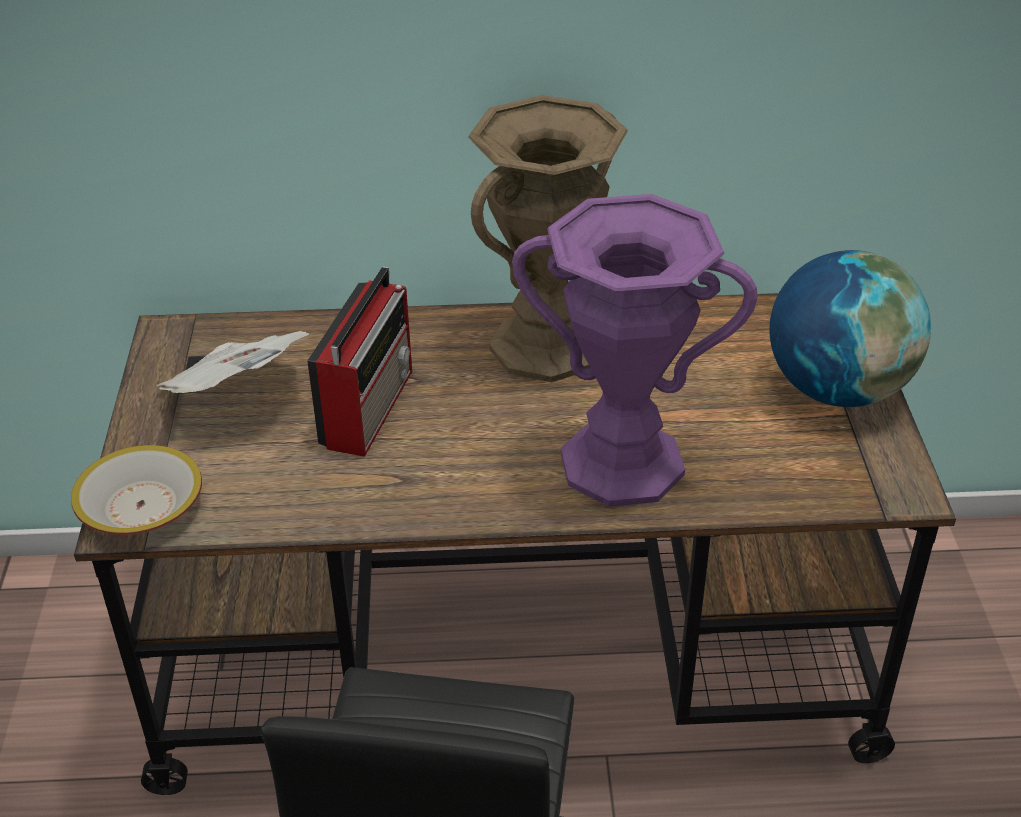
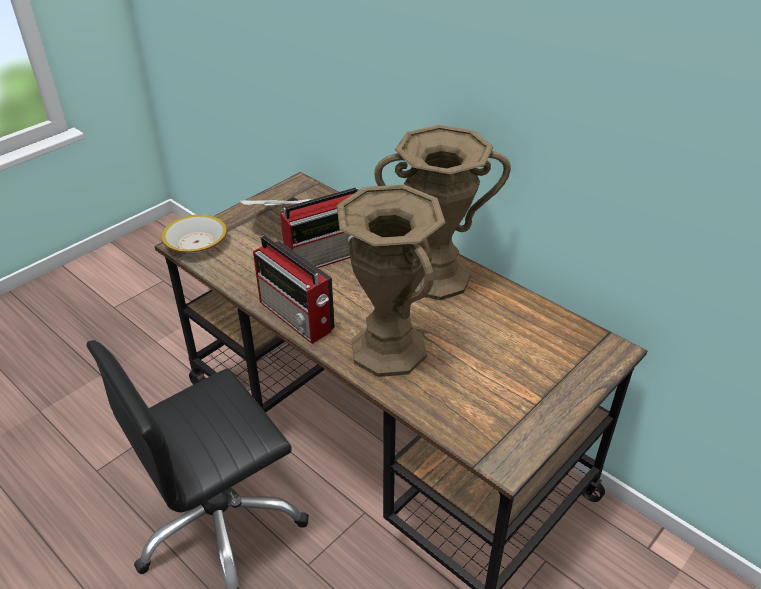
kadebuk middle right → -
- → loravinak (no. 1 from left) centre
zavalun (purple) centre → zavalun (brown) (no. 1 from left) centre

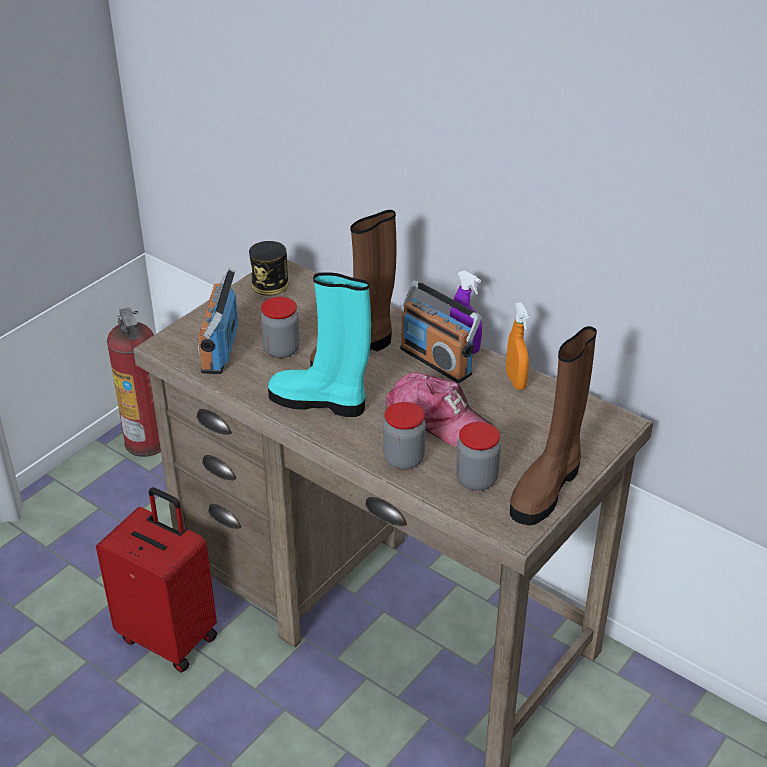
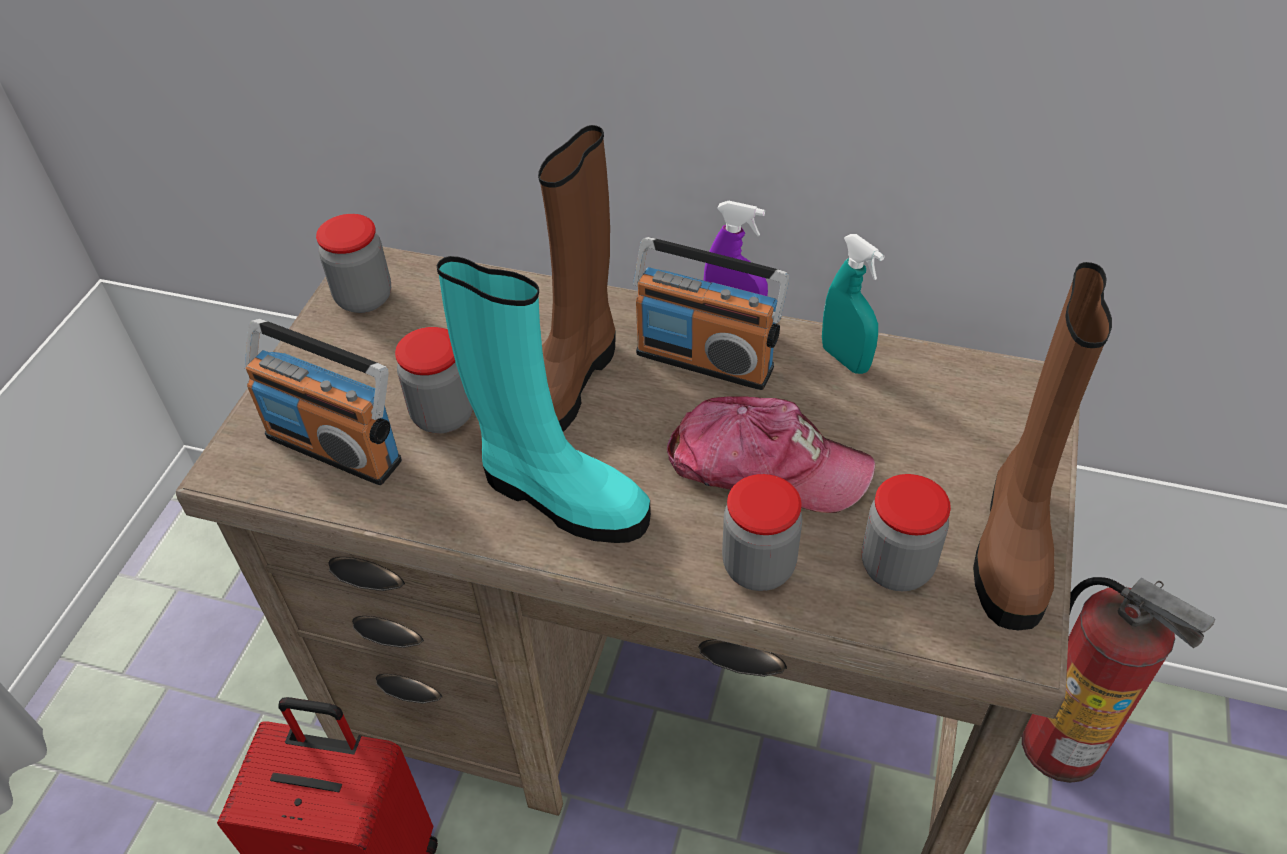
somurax middle left → somurax bottom right, relocated
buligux centre → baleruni (no. 1 from left) top left
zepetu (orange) middle right → zepetu (turquoise) centre
loravinak (no. 1 from left) middle left, 45 degrees counterclockwise
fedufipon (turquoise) centre, 150 degrees counterclockwise

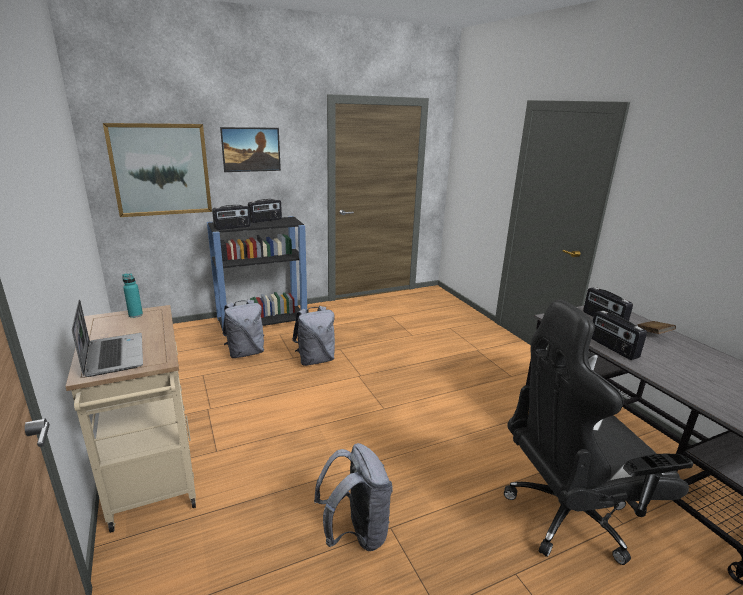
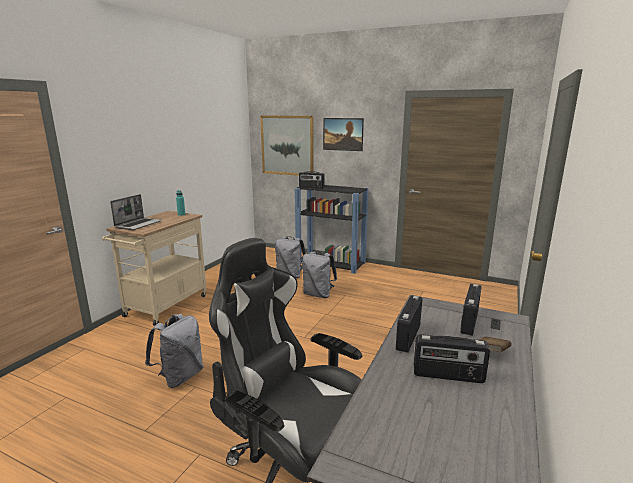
loravinak (no. 2 from left in the first image) centre → loravinak (no. 3 from left) bottom right, relocated

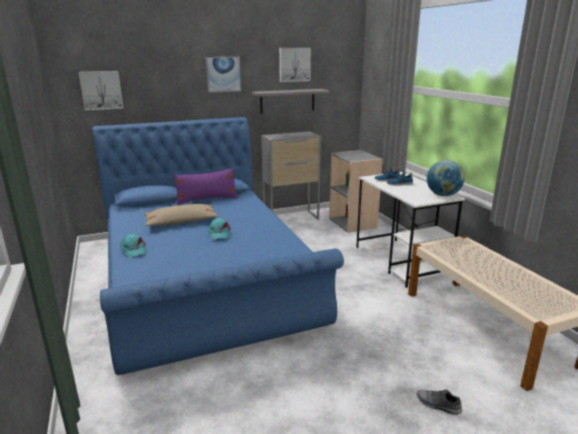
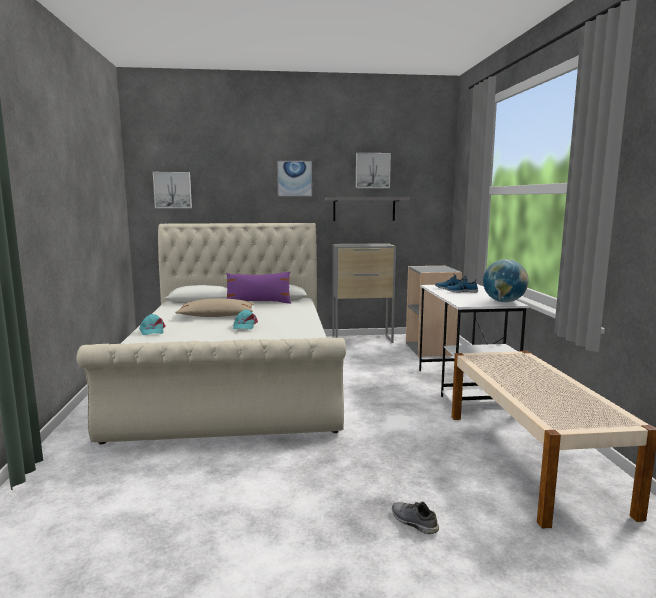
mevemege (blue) centre → mevemege (beige) middle left

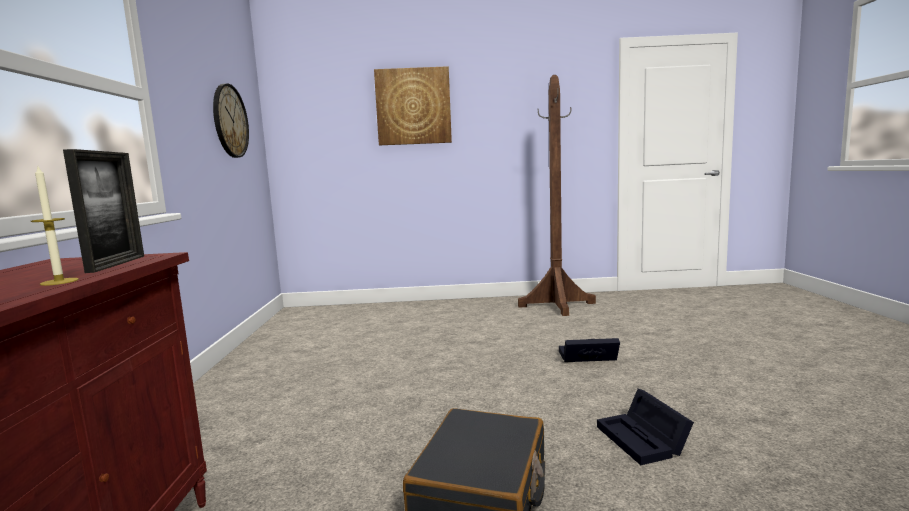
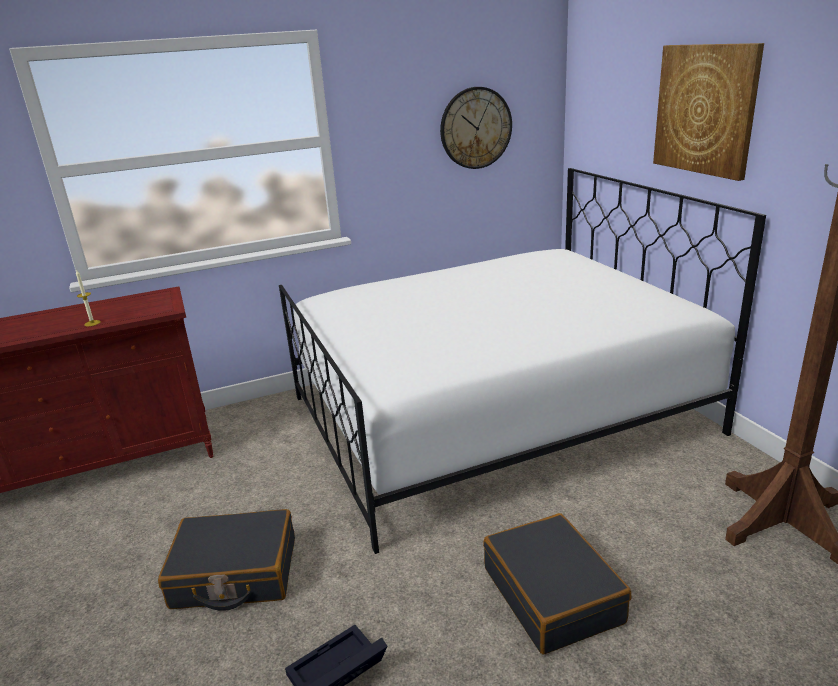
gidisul middle left → -
- → mevemege (white) centre
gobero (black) (no. 1 from left) bottom centre → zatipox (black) (no. 2 from left) bottom centre

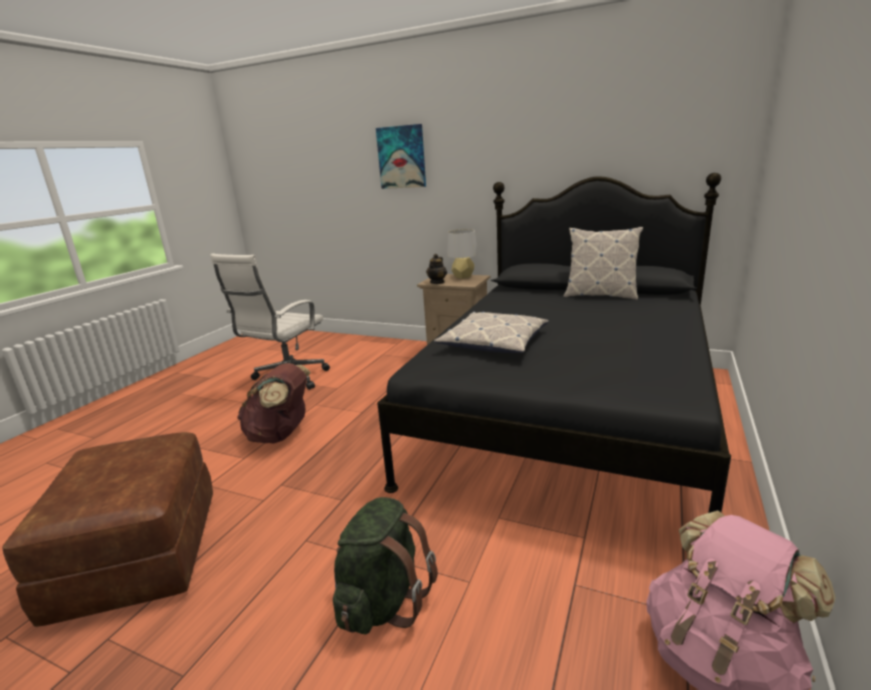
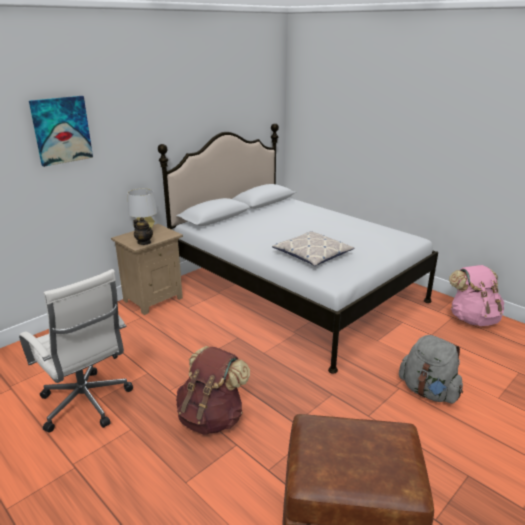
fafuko (no. 2 from left) middle right → -
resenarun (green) bottom centre → resenarun (grey) bottom right
mevemege (black) centre → mevemege (white) centre

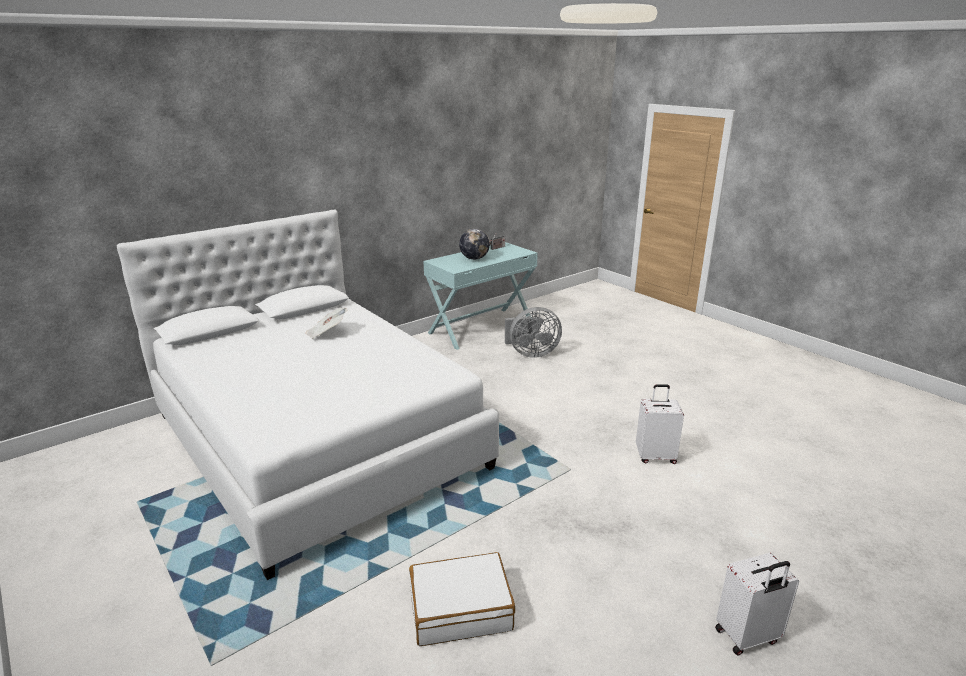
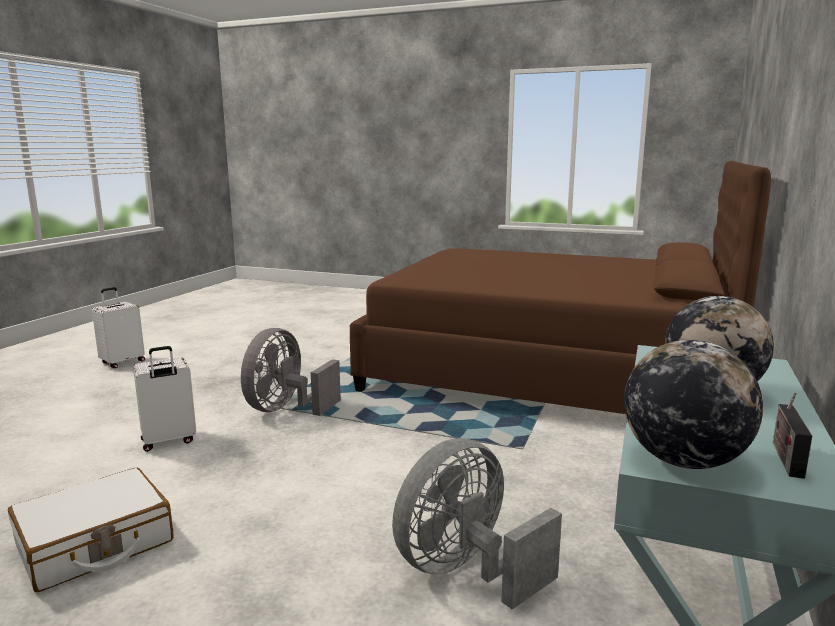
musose centre → -
- → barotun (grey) (no. 1 from left) centre
- → kadebuk (no. 1 from left) middle right
zatipox (white) (no. 1 from left) bottom centre → zatipox (white) (no. 1 from left) bottom left, relocated
mevemege (white) middle left → mevemege (brown) middle right

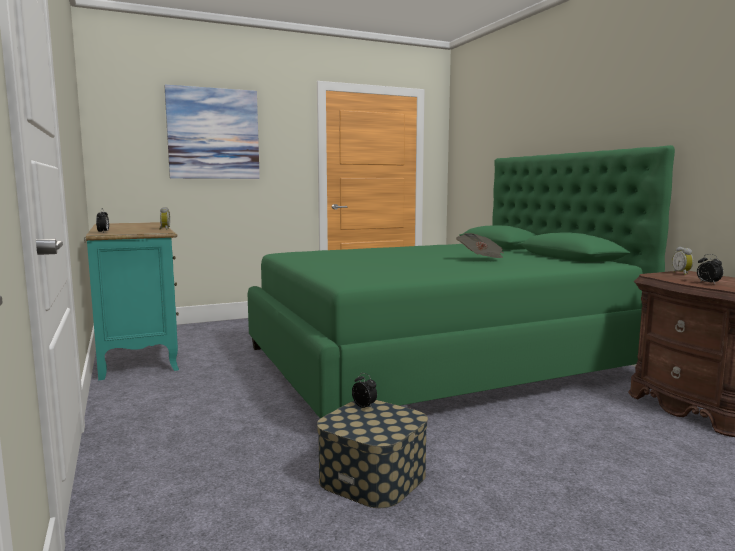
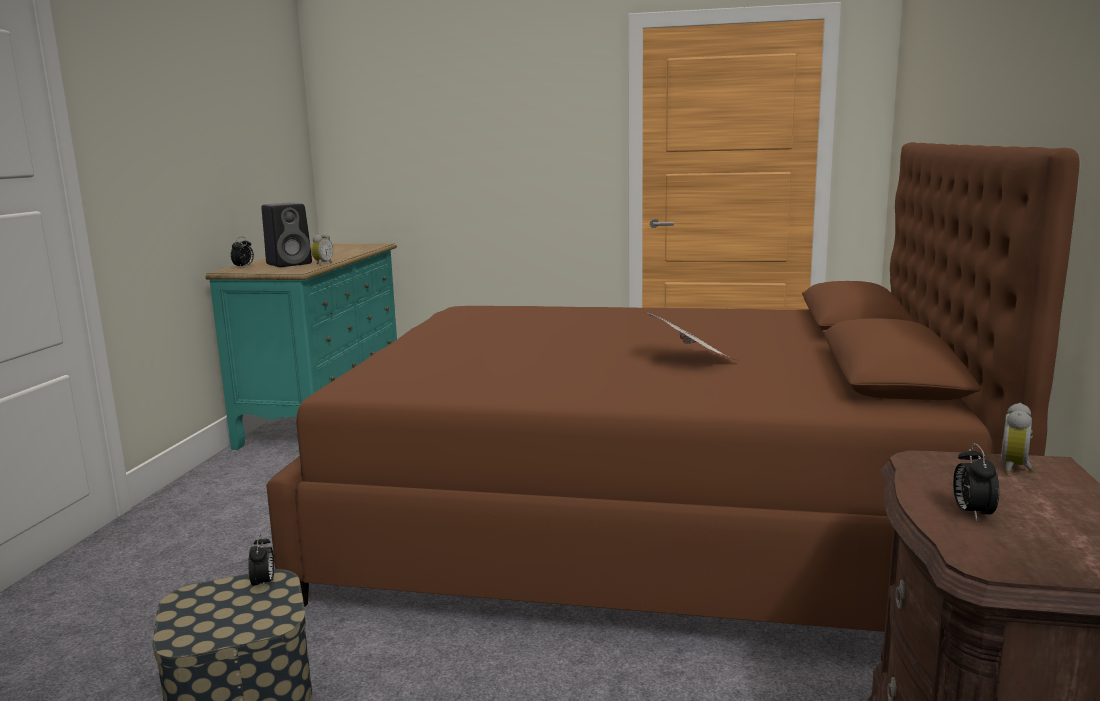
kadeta top left → -
- → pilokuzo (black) middle left
mevemege (green) centre → mevemege (brown) centre

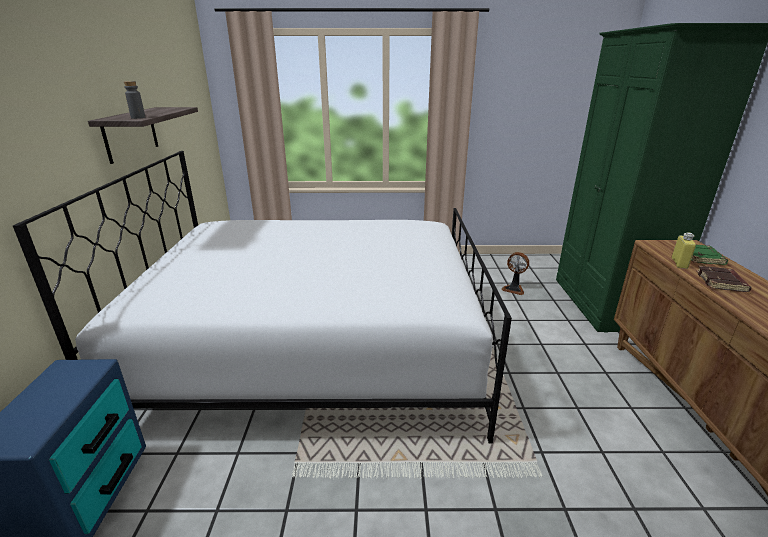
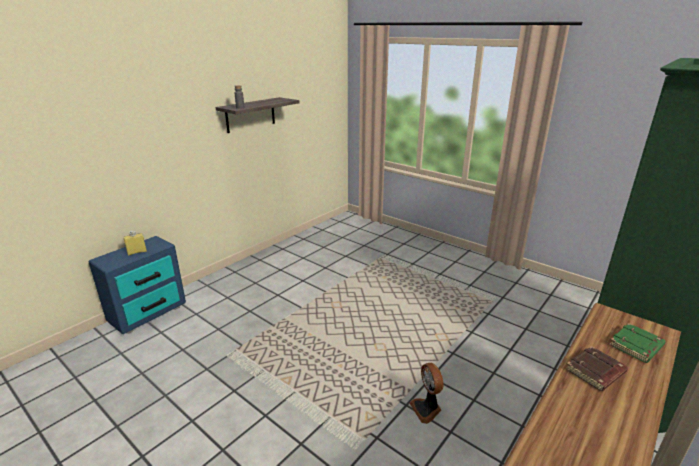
mevemege (white) centre → -
barotun middle right → barotun bottom centre, relocated
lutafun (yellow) middle right → lutafun (yellow) middle left, relocated

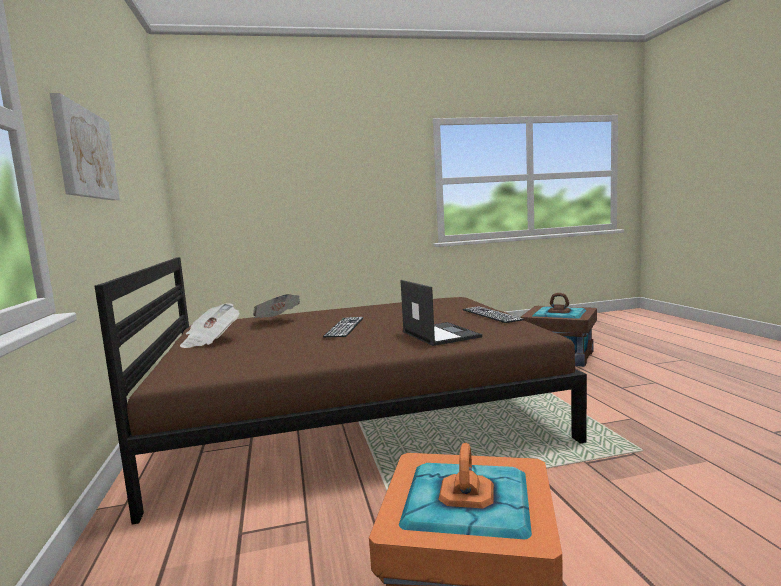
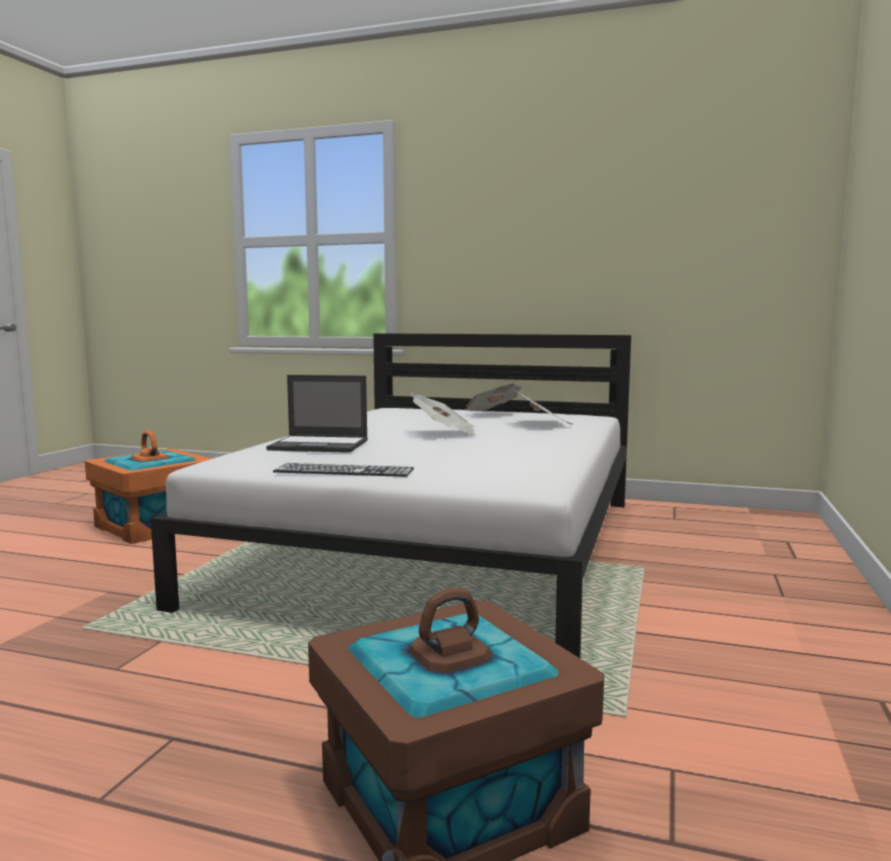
kadeta top left → -
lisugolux (no. 1 from left) centre → musose (no. 1 from left) centre
mevemege (brown) bottom centre → mevemege (white) centre

